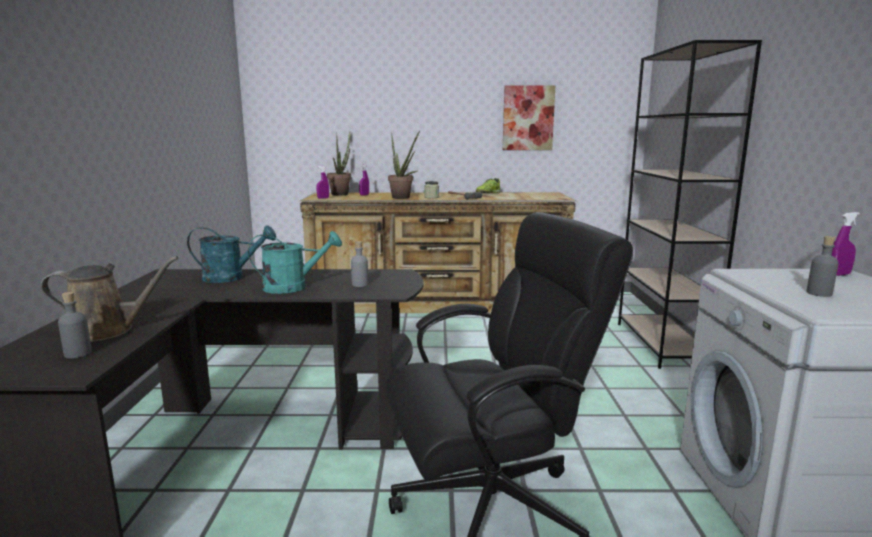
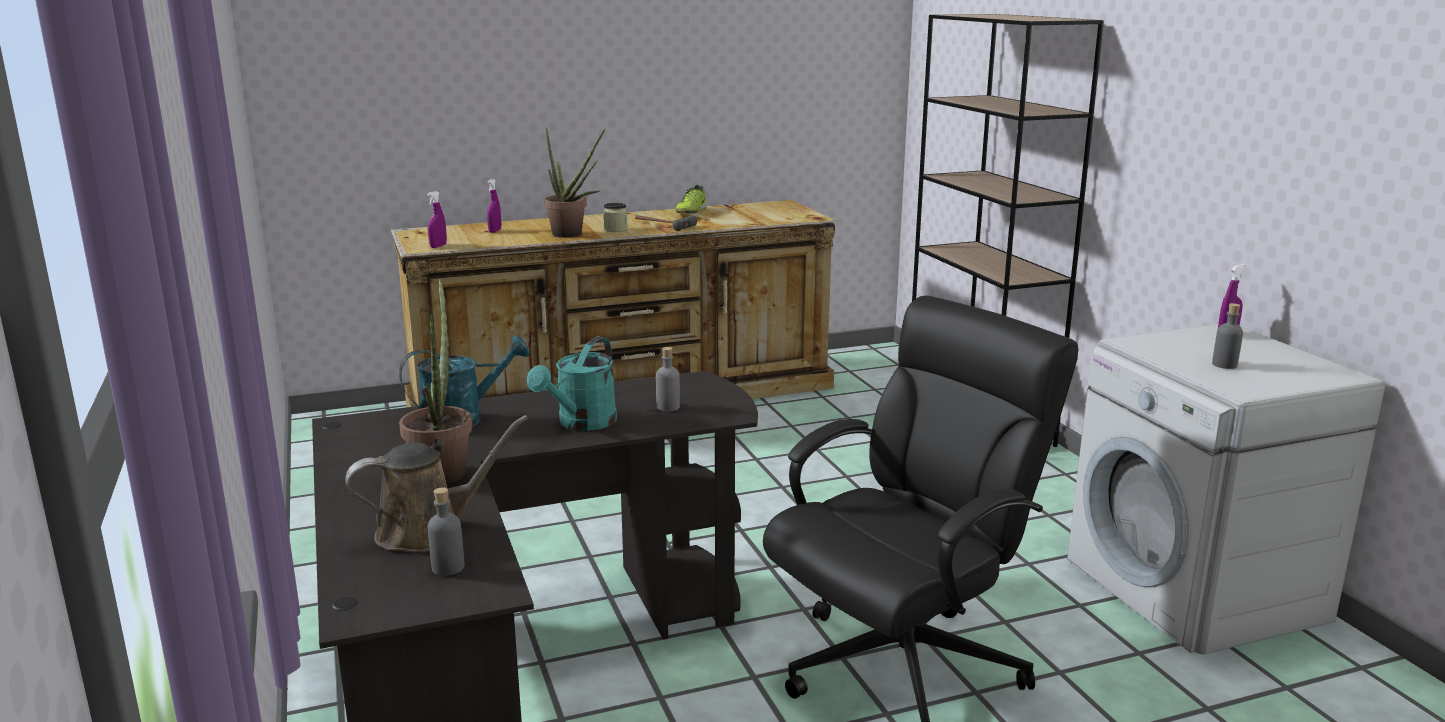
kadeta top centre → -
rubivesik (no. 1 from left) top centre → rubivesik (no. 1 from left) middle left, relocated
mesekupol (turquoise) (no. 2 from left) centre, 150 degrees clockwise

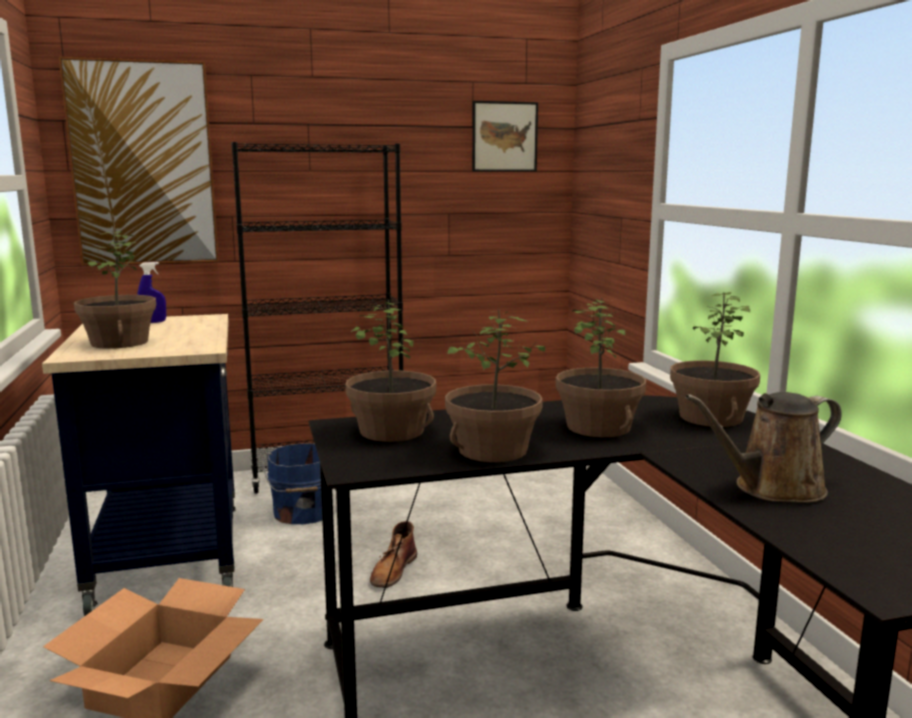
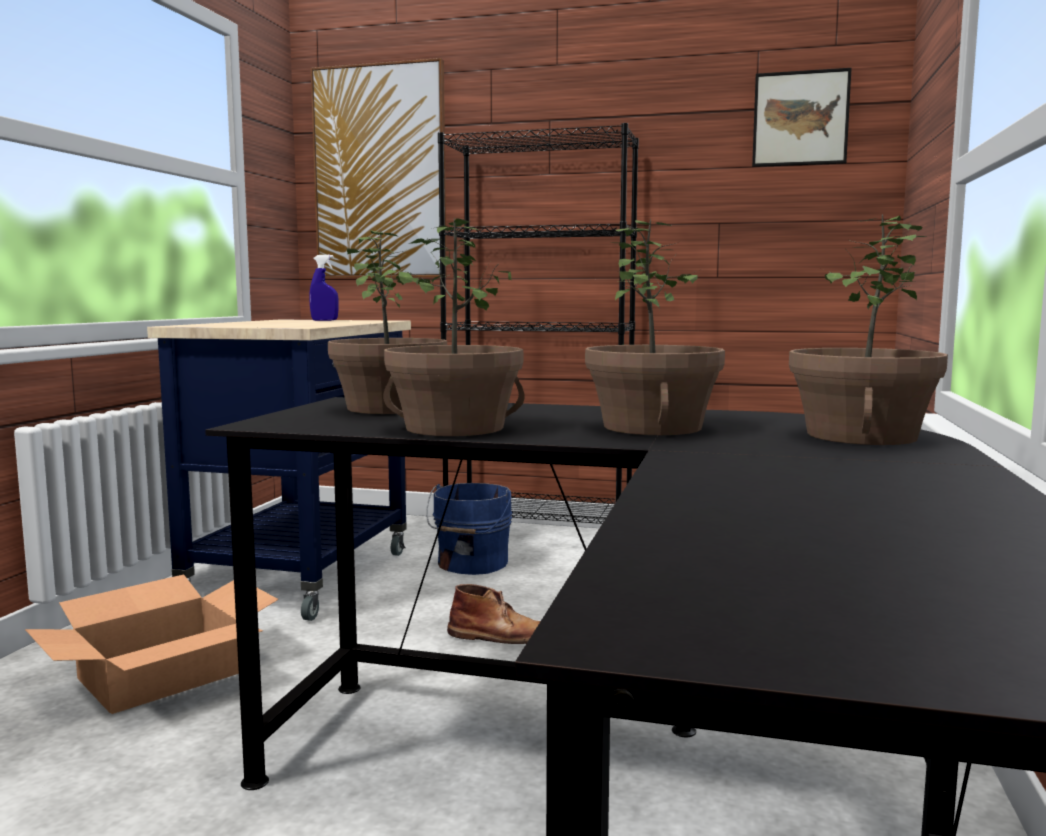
rubivesik (no. 1 from left) middle left → -
mesekupol (brown) middle right → -
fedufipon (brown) bottom centre, 135 degrees counterclockwise

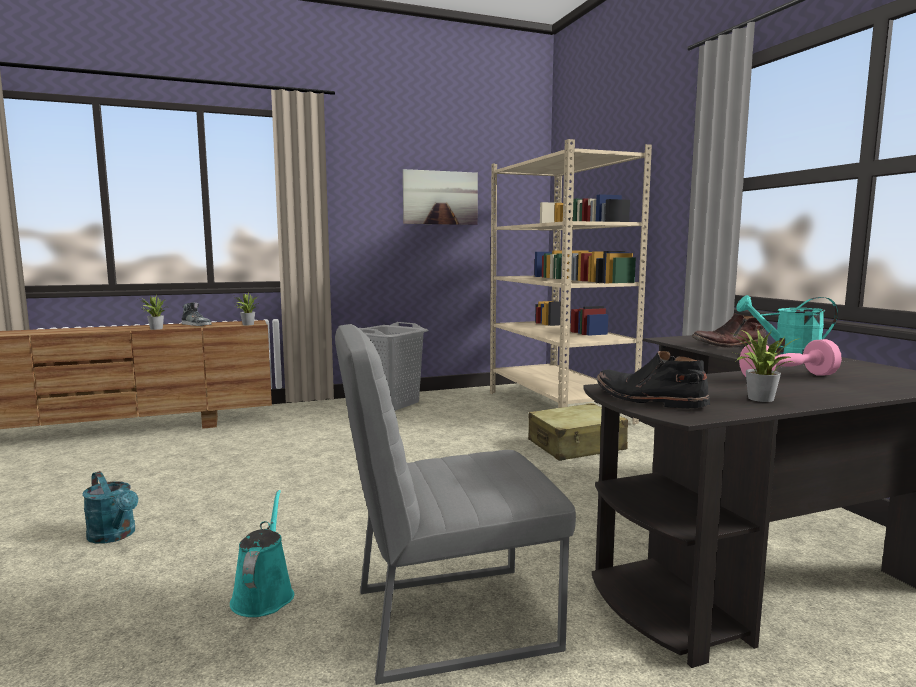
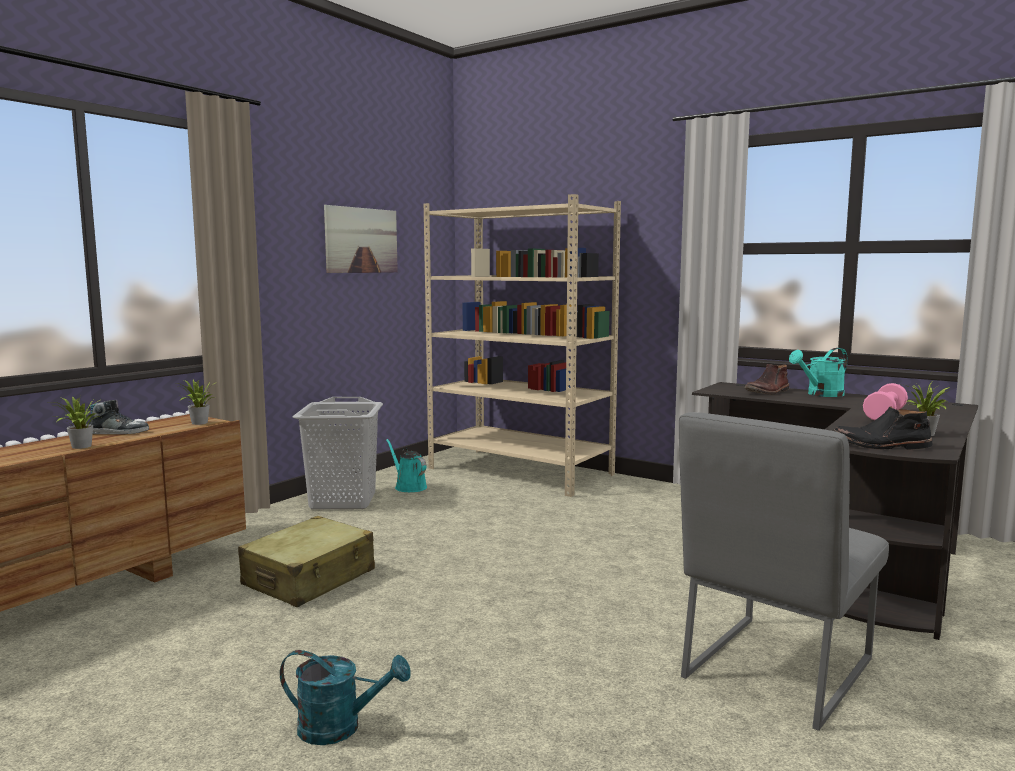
mesekupol (turquoise) (no. 2 from left) bottom left → mesekupol (turquoise) (no. 2 from left) centre, relocated
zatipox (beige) centre → zatipox (beige) bottom left, relocated

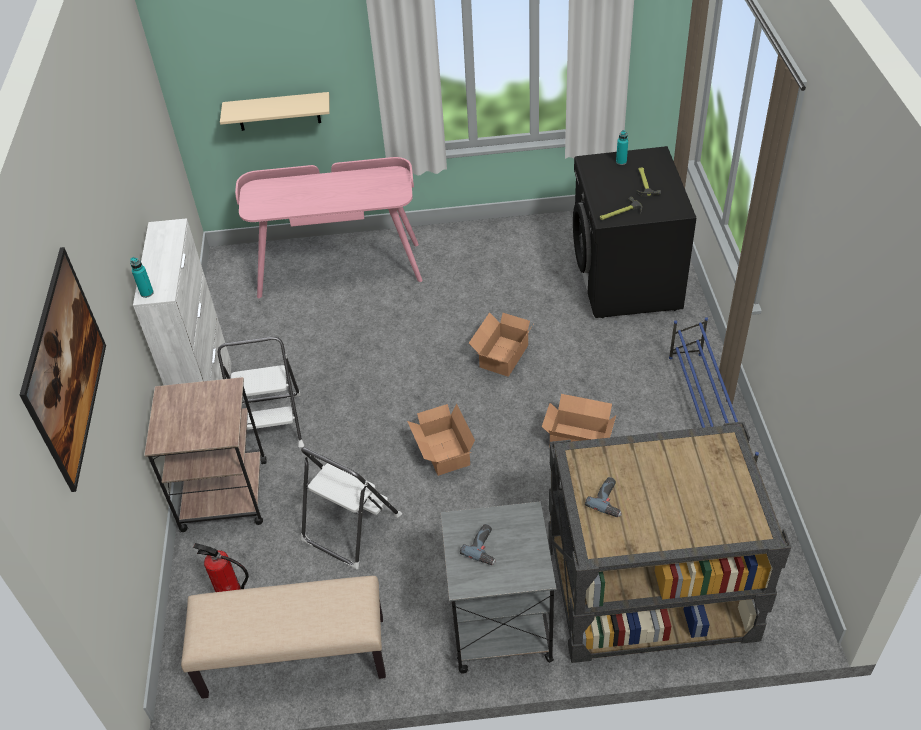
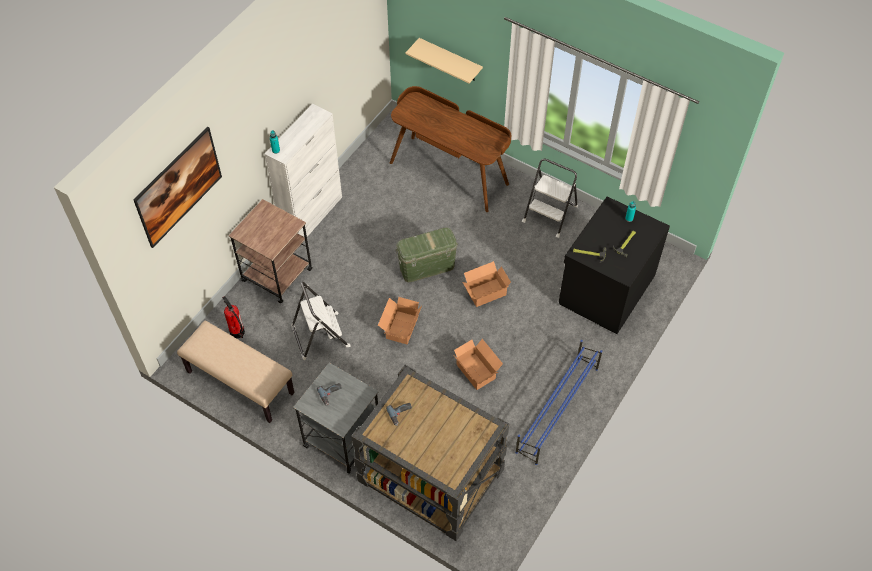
- → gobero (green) centre
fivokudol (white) (no. 1 from left in the first image) middle left → fivokudol (white) (no. 2 from left) centre, relocated
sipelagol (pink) top centre → sipelagol (brown) top centre

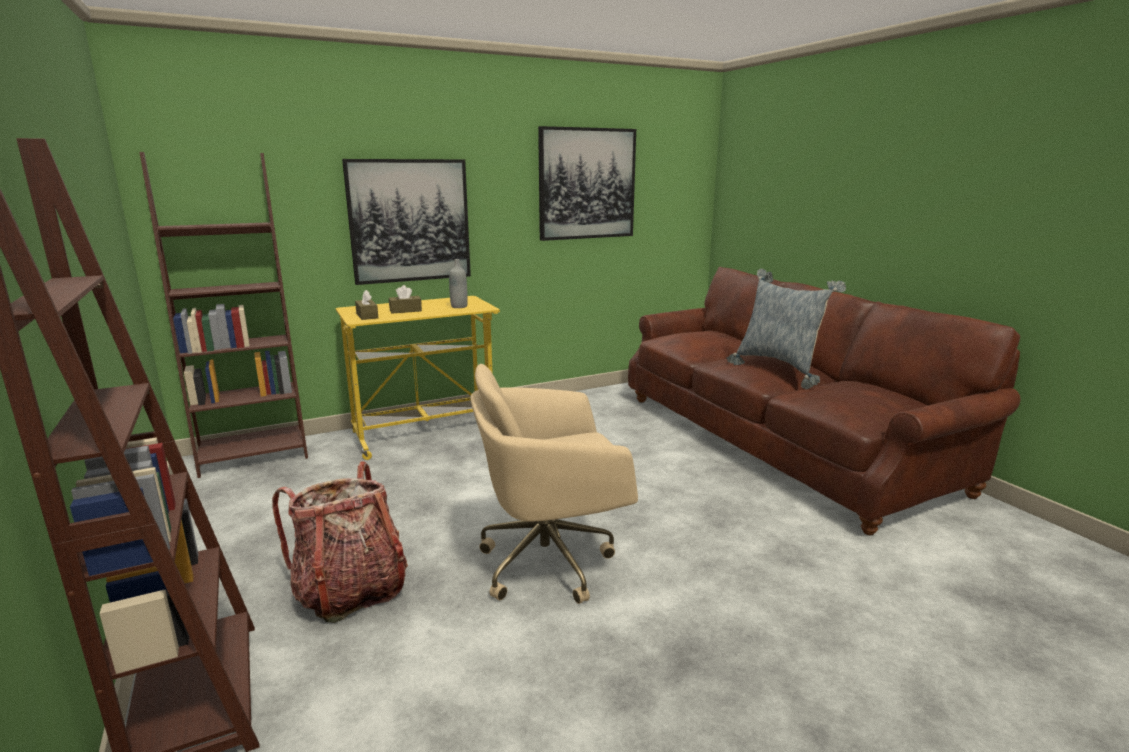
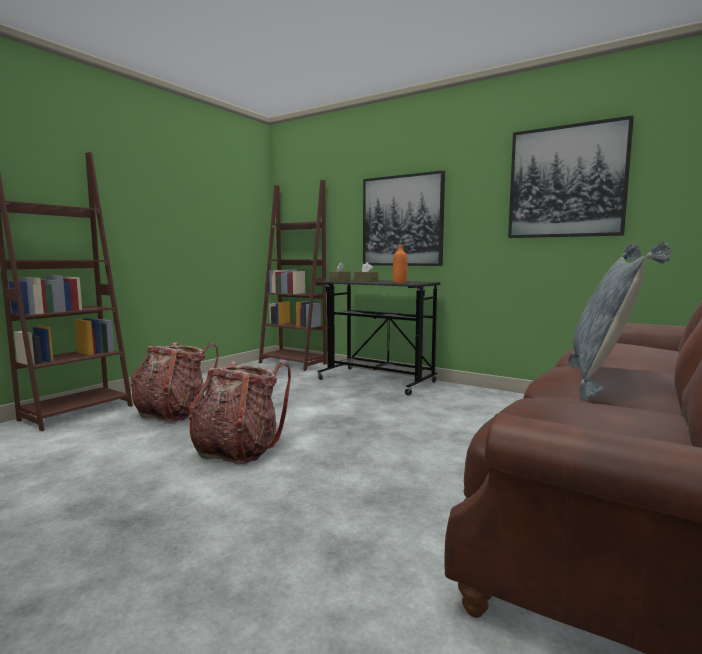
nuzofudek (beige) centre → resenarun (no. 2 from left) centre
sipelagol (yellow) centre → sipelagol (black) centre
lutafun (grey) centre → lutafun (orange) centre

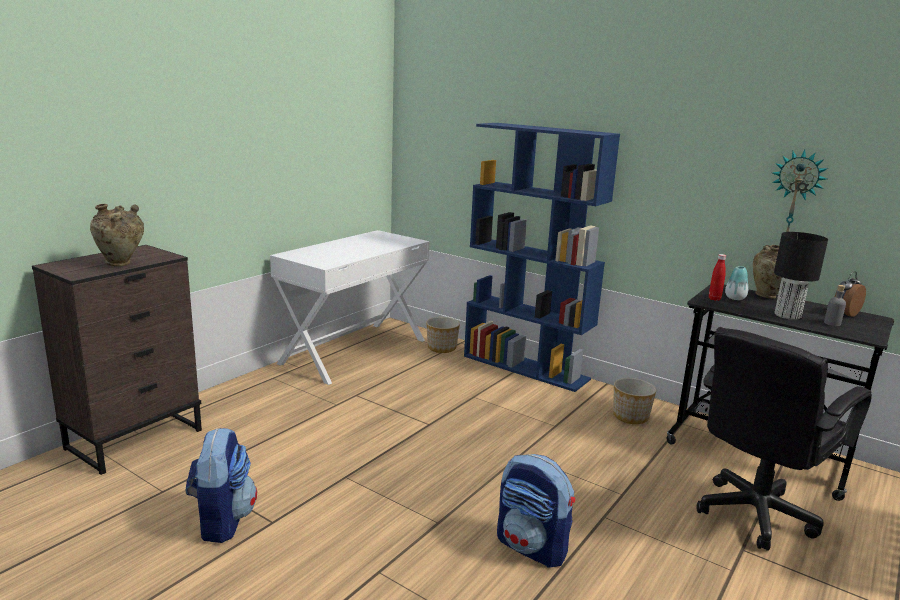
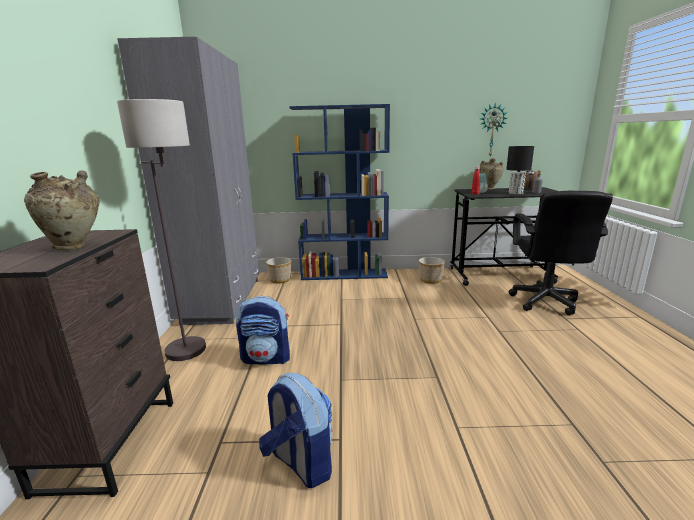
- → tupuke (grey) middle left
resenarun (no. 2 from left in the first image) bottom centre → resenarun (no. 1 from left) centre, relocated
sipelagol (white) centre → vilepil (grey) middle left

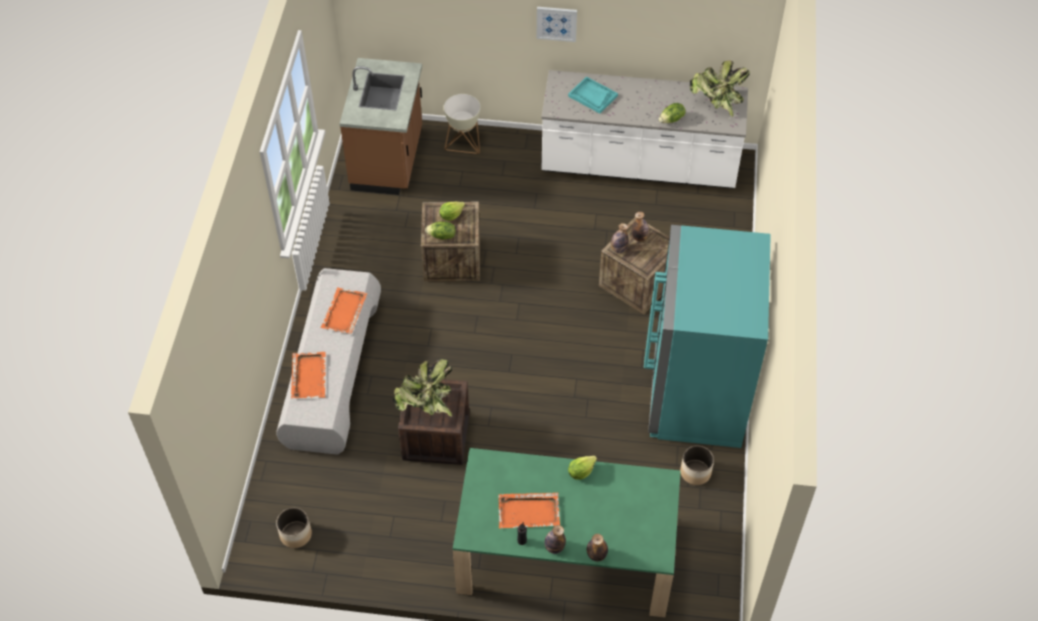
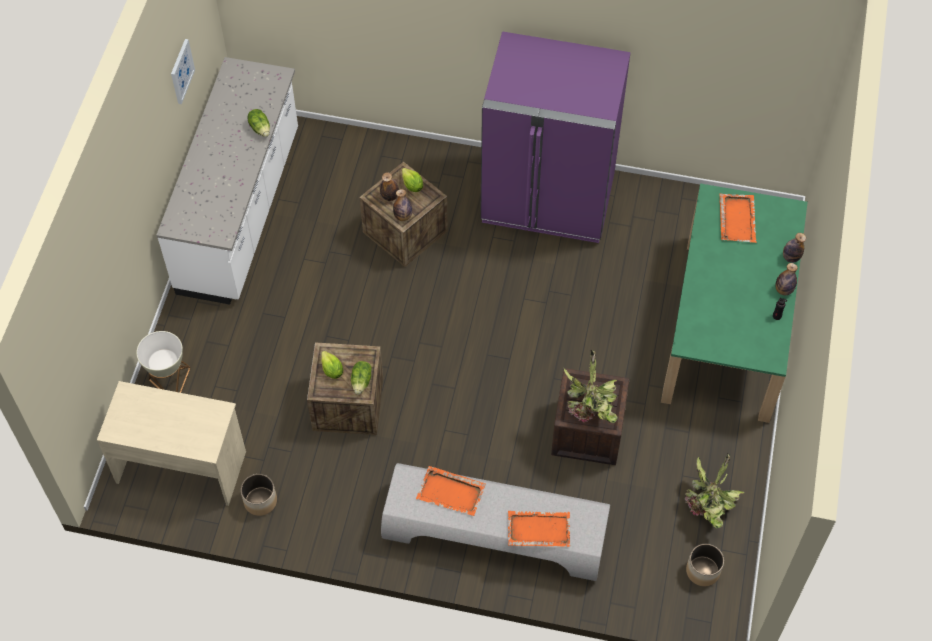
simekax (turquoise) top centre → -
simekax (orange) (no. 3 from left) bottom centre → simekax (orange) (no. 3 from left) middle right, relocated
kadeta top centre → kadeta top left, relocated
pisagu (no. 3 from left in the first image) bottom centre → pisagu (no. 4 from left) top centre, relocated
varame (no. 3 from left in the first image) bottom right → varame (no. 2 from left) bottom left, relocated
rubivesik (no. 2 from left) top right → rubivesik (no. 2 from left) bottom right, relocated
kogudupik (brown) top centre → sipelagol (beige) bottom left
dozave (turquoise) middle right → dozave (purple) top centre

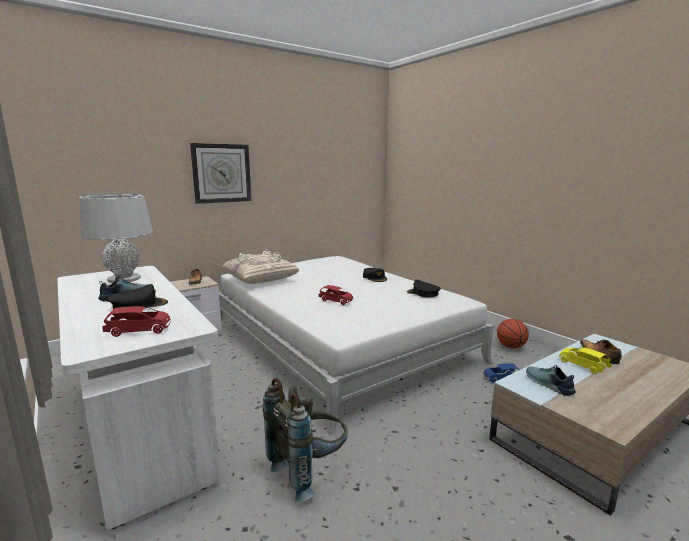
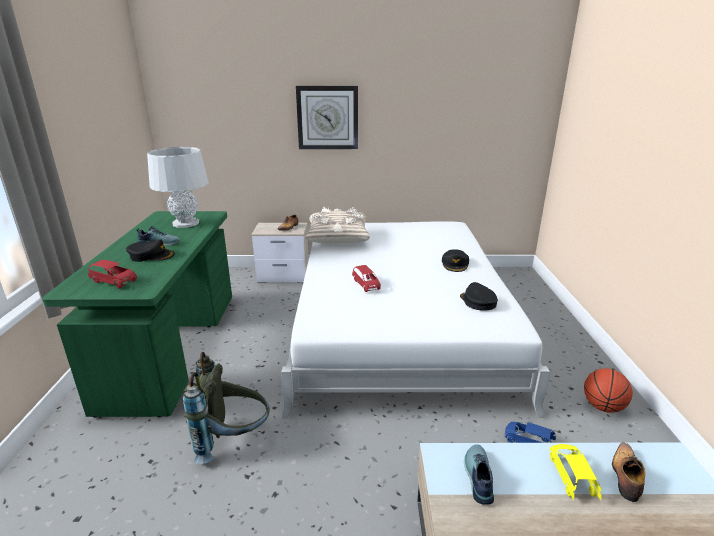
sipelagol (white) bottom left → sipelagol (green) middle left

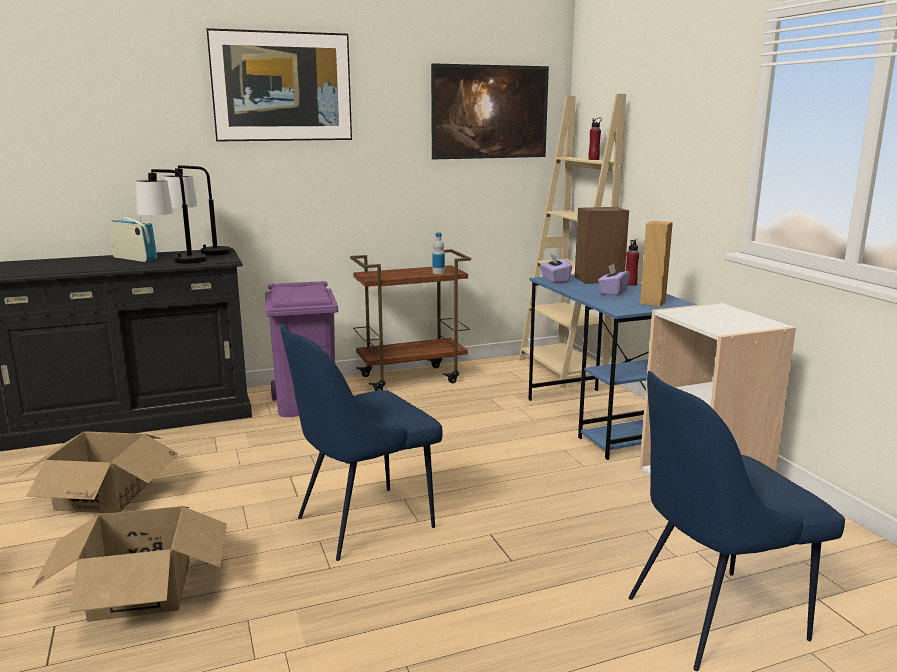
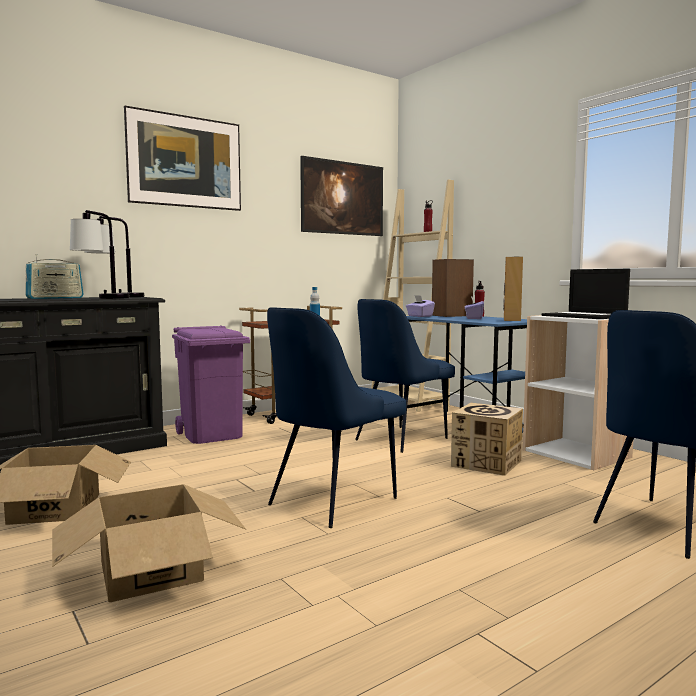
- → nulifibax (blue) (no. 2 from left) centre
- → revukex (no. 3 from left) middle right
- → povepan middle right
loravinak middle left, 120 degrees clockwise

